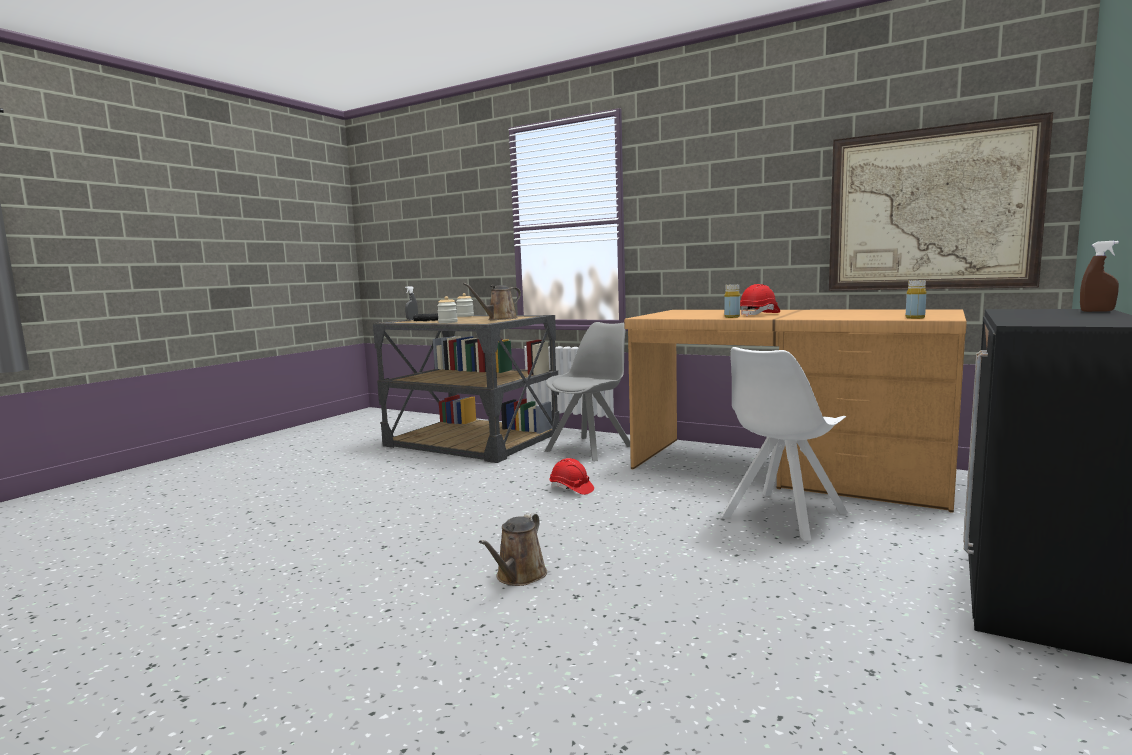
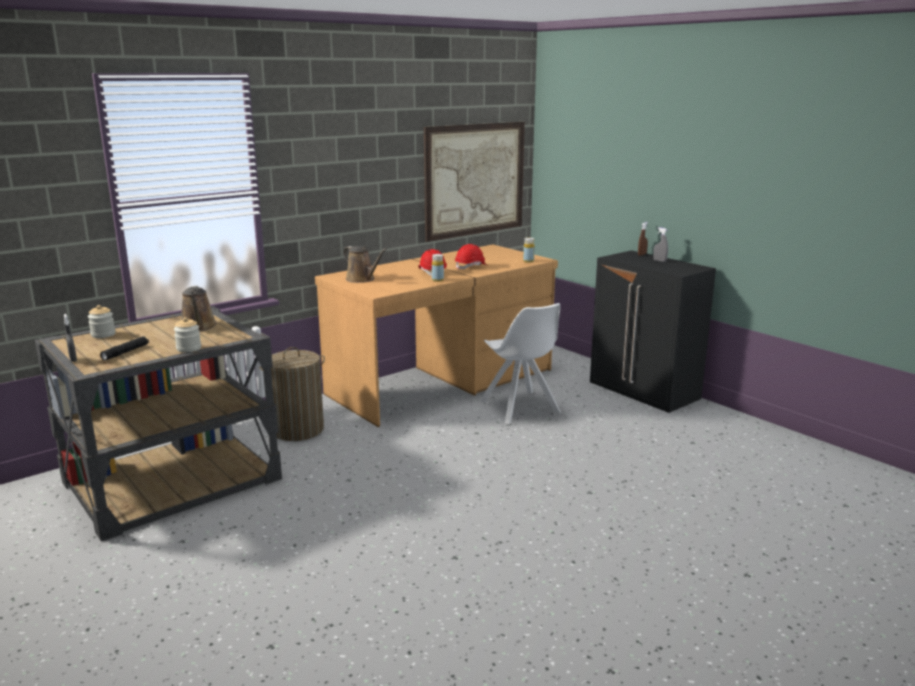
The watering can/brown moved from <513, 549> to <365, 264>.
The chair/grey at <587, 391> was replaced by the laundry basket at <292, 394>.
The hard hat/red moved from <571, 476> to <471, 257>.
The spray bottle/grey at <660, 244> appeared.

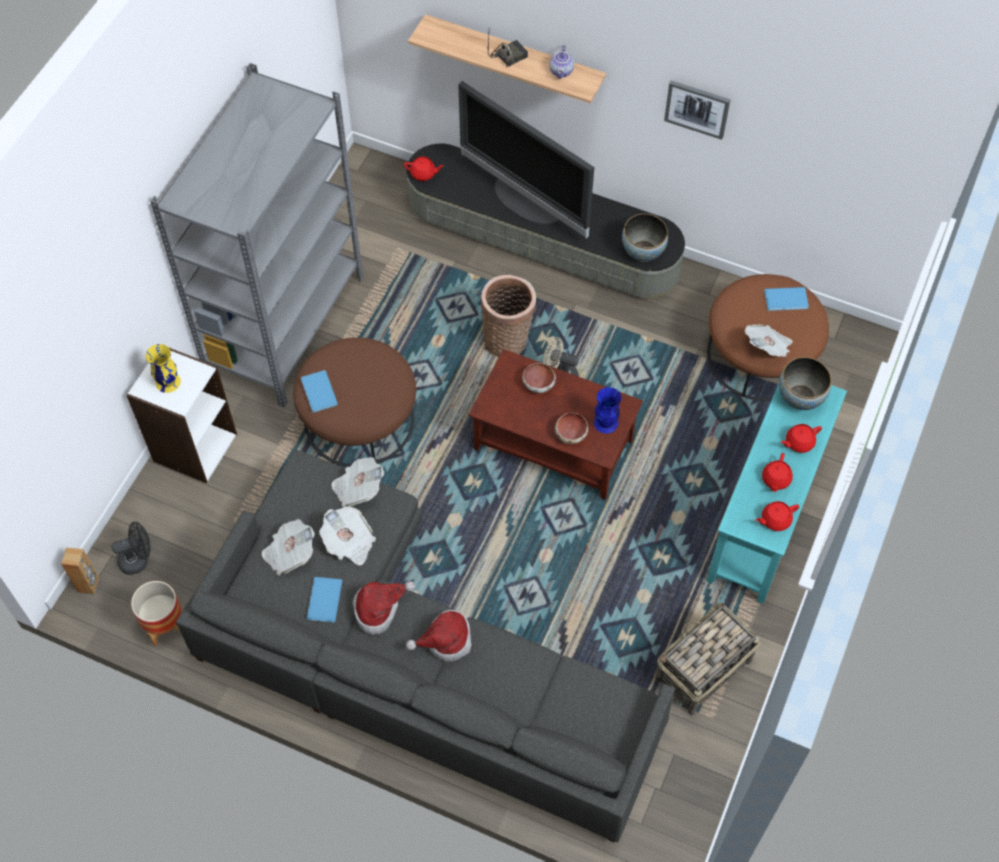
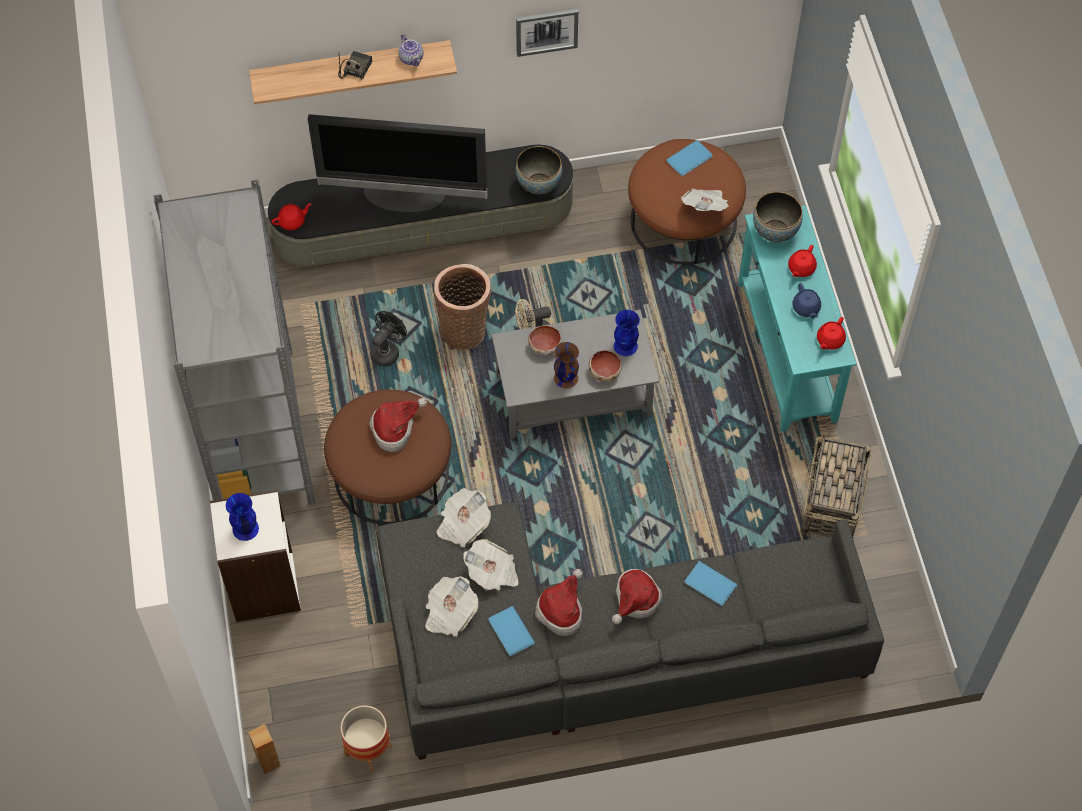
The fan/black moved from <131, 548> to <388, 338>.
The vase/yellow at <163, 368> became the vase/blue at <242, 517>.
The book/blue moved from <319, 391> to <711, 583>.
The coffee table/brown at <555, 424> became the coffee table/grey at <575, 375>.
The teapot/red at <777, 472> became the teapot/blue at <806, 300>.
The hat at <398, 425> appeared.
The vase/brown at <566, 365> appeared.

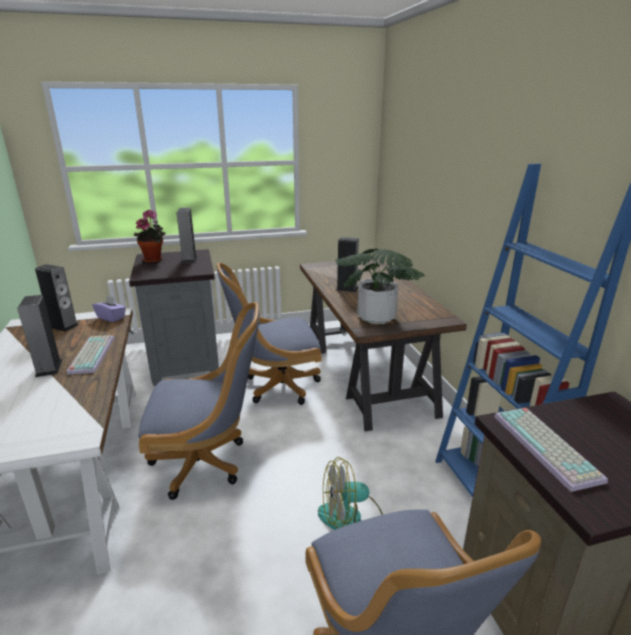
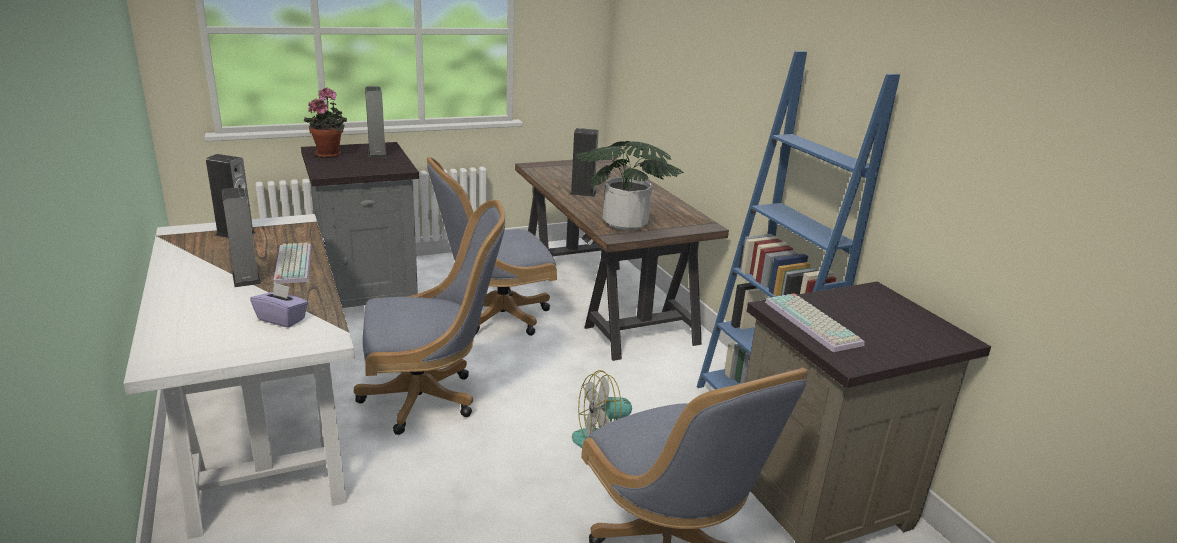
The tissue box/purple moved from <109, 309> to <279, 305>.

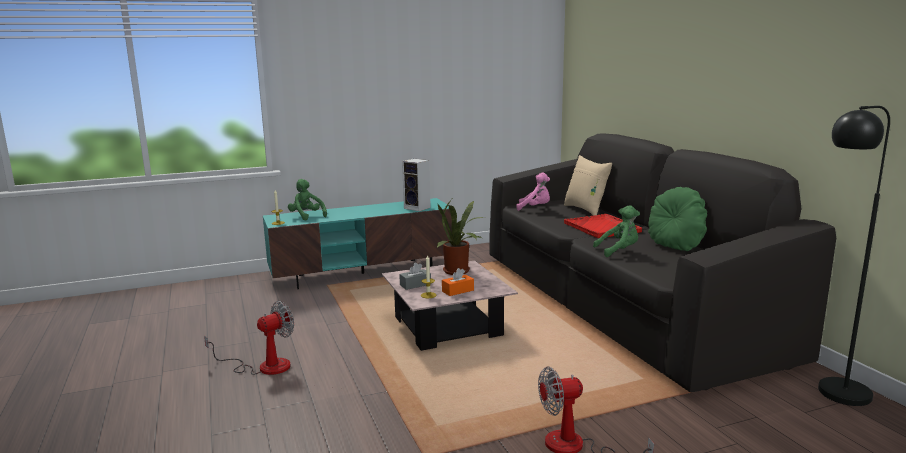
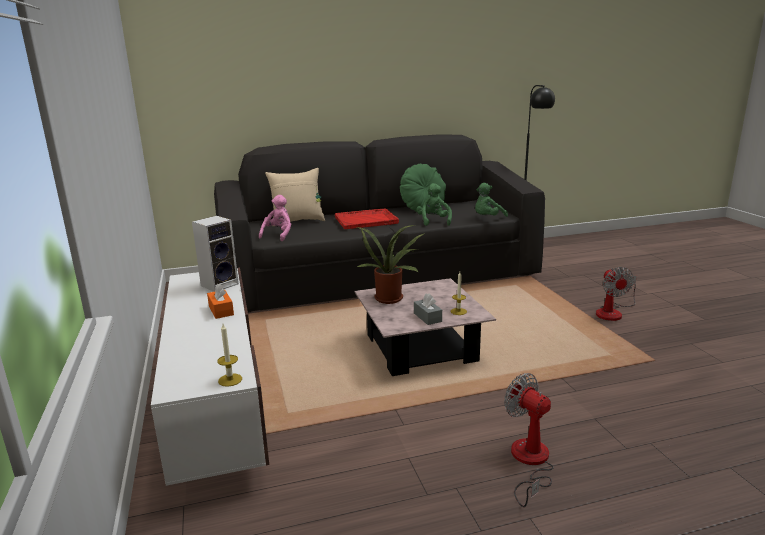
The tv stand/turquoise at <357, 243> became the tv stand/white at <210, 377>.
The plush toy/green moved from <307, 199> to <491, 200>.
The tissue box/orange moved from <458, 282> to <220, 301>.

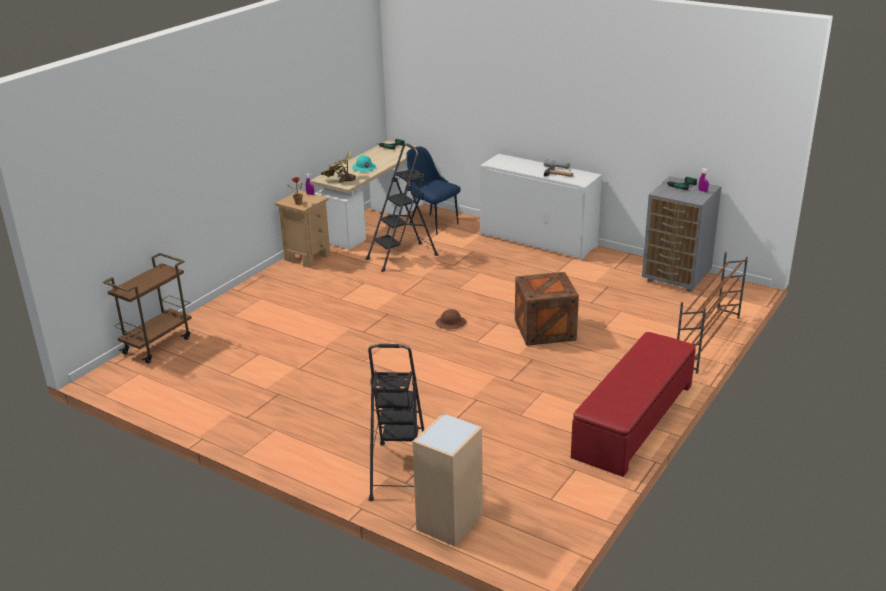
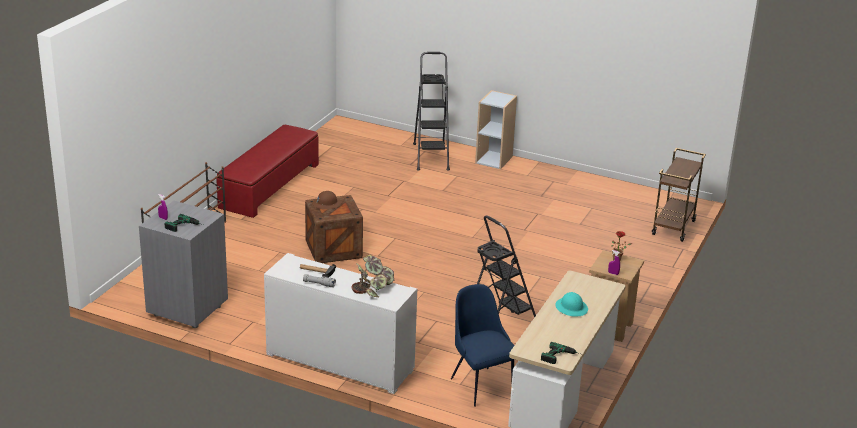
The potted plant moved from <338, 167> to <372, 276>.
The chair/blue at <433, 190> turned 150 degrees counterclockwise.
The bookcase moved from <447, 479> to <496, 129>.
The hard hat/brown moved from <451, 319> to <327, 200>.

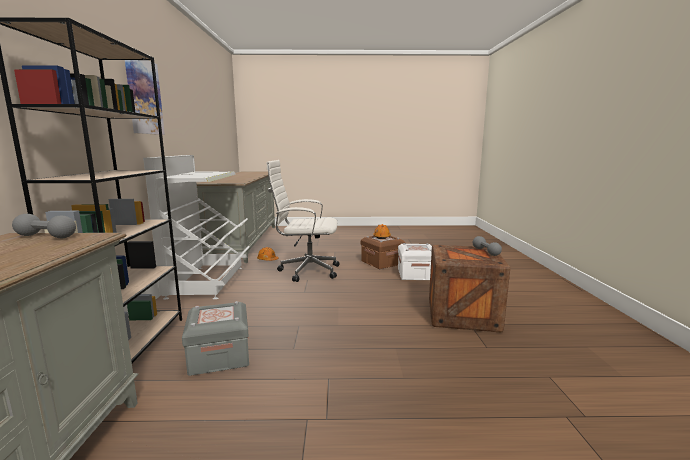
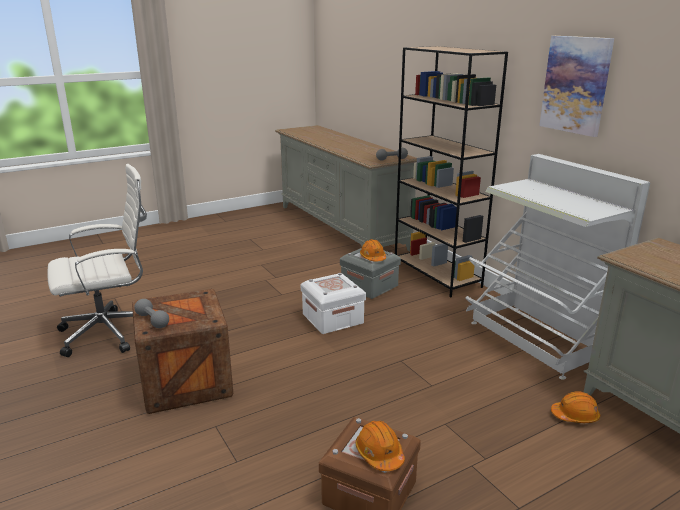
The office chair/white moved from <303, 221> to <97, 260>.
The storage box/white moved from <415, 261> to <333, 303>.
The hard hat/orange at <373, 250> appeared.

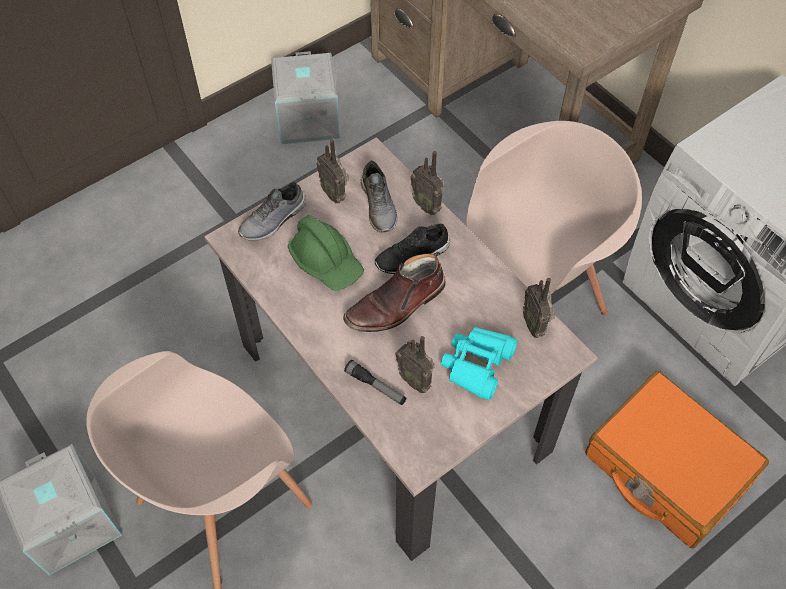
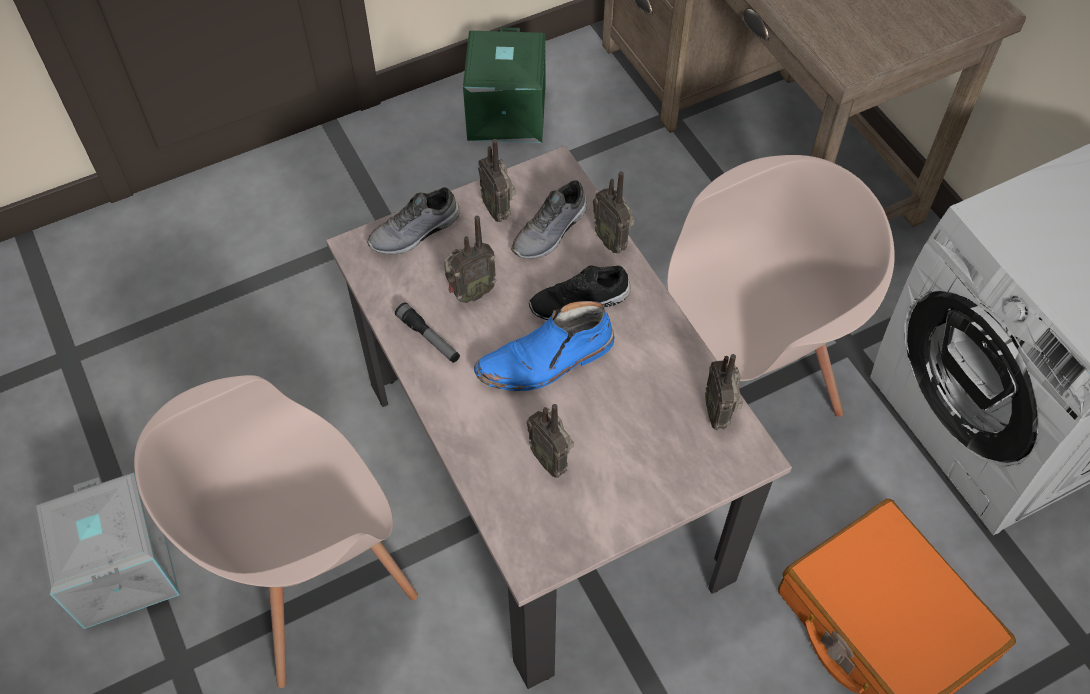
The storage box/grey at <305, 98> became the storage box/green at <504, 85>.
The hard hat/green at <325, 253> was replaced by the radio at <470, 259>.
The boot/brown at <394, 293> became the boot/blue at <544, 346>.
The flashlight moved from <375, 382> to <427, 332>.
The shoe/grey at <379, 196> turned 45 degrees clockwise.
The binoculars/turquoise at <479, 363> disappeared.

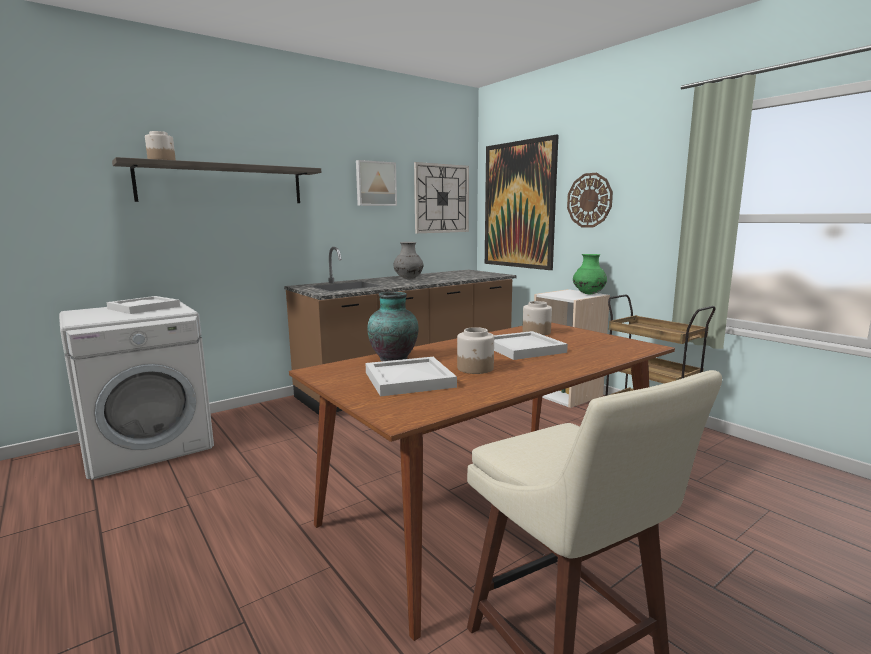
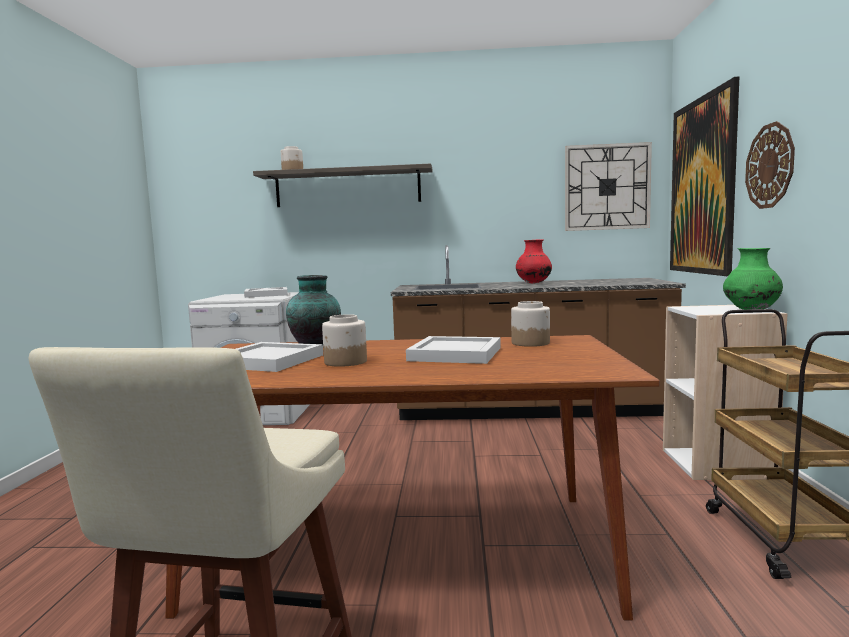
The picture at <376, 183> disappeared.
The vase/grey at <408, 260> became the vase/red at <534, 261>.

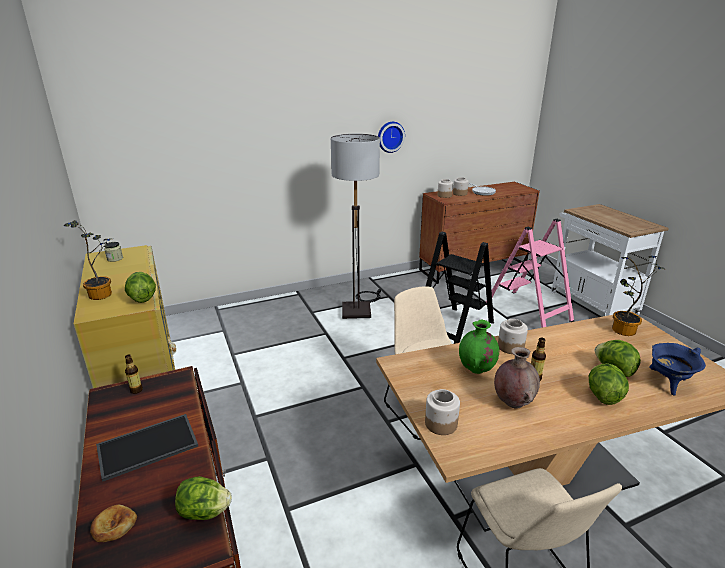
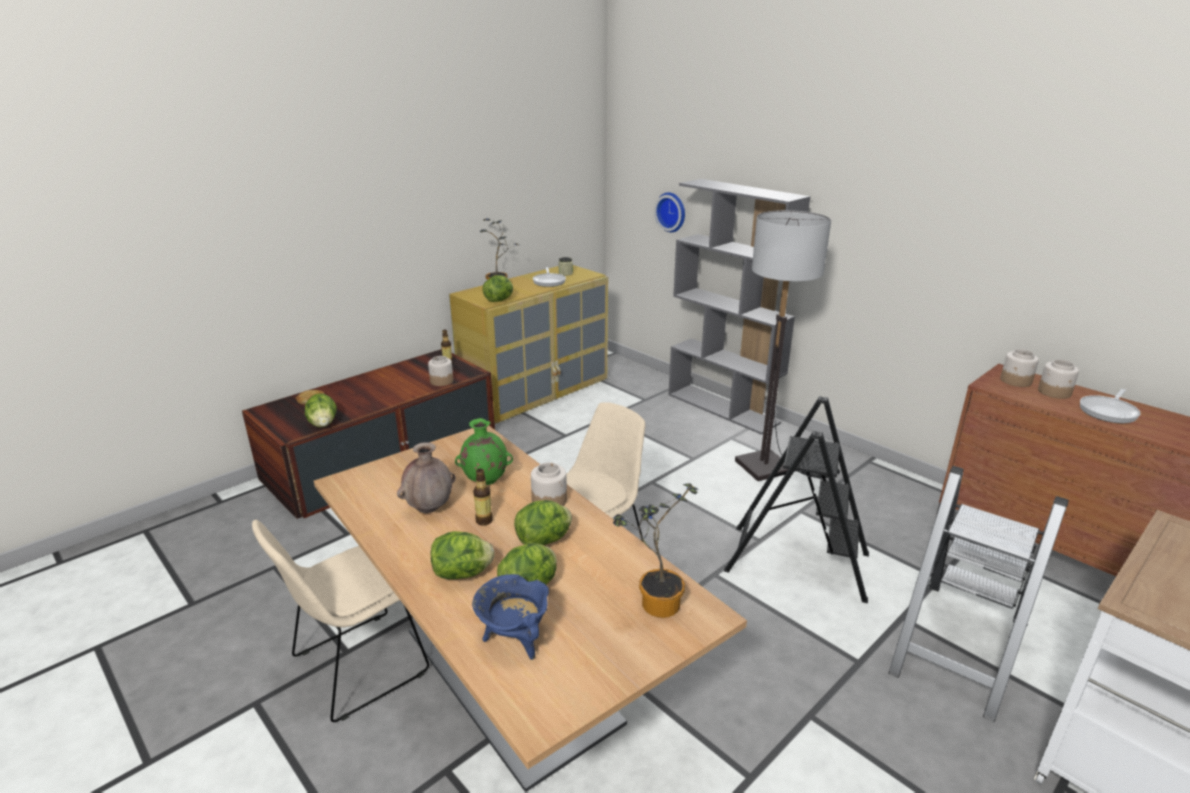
The tray at <147, 448> disappeared.
The wall clock moved from <391, 137> to <669, 212>.
The jar moved from <442, 412> to <440, 371>.
The step ladder/pink at <530, 273> became the step ladder/grey at <978, 594>.
The lettuce at <543, 522> appeared.
The frying pan at <549, 277> appeared.
The bookcase/grey at <739, 307> appeared.

